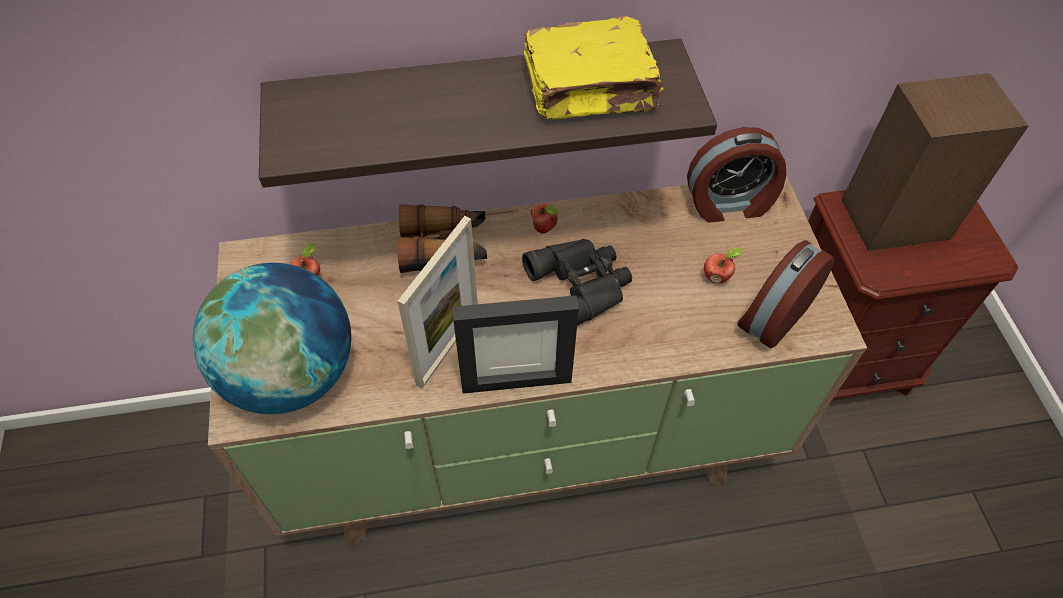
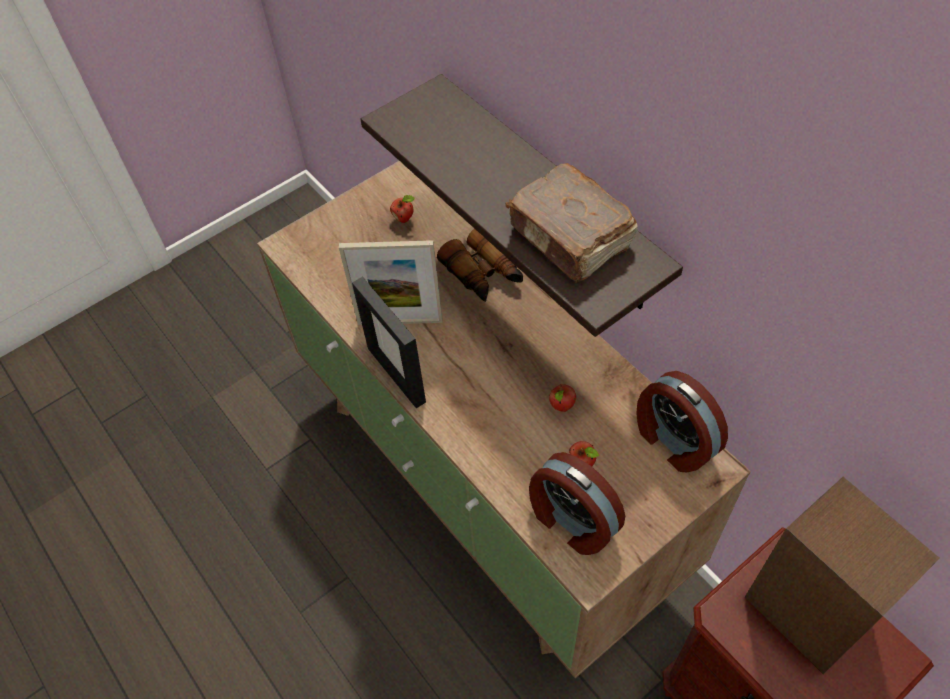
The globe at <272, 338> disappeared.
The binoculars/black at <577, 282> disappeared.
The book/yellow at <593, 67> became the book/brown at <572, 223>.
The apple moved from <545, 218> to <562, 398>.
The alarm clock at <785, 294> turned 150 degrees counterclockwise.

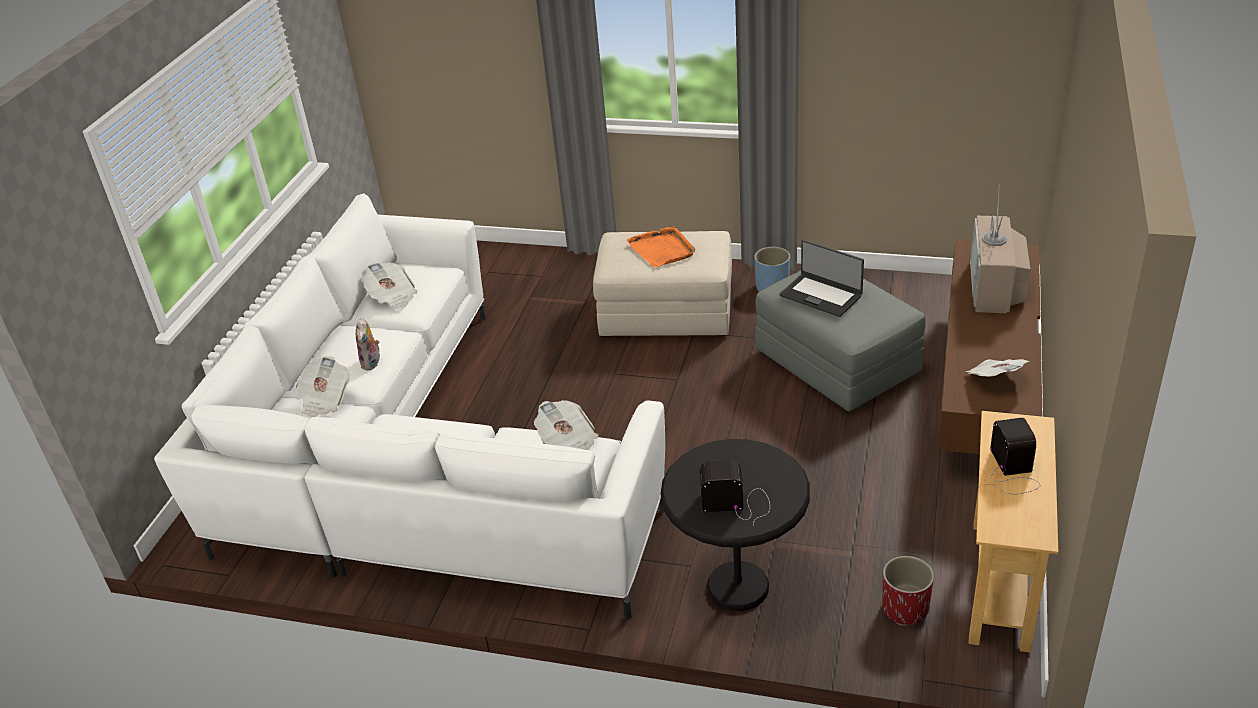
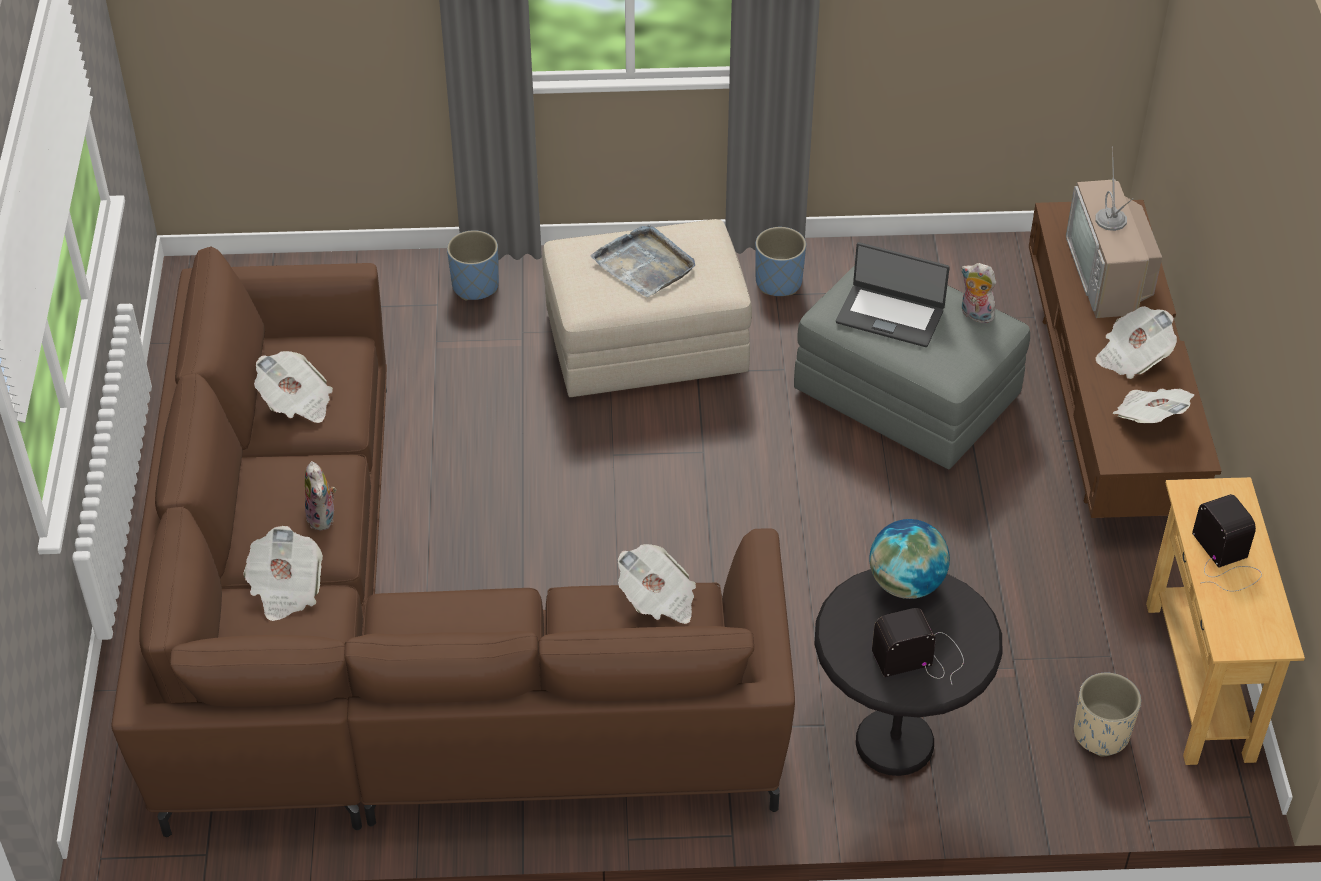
The sofa/white at <409, 406> became the sofa/brown at <453, 541>.
The tray/orange at <661, 246> became the tray/grey at <643, 261>.
The planter/red at <908, 591> became the planter/beige at <1107, 714>.
The planter/blue at <473, 265> appeared.
The globe at <909, 559> appeared.
The plush toy at <978, 293> appeared.
The newspaper at <1136, 342> appeared.

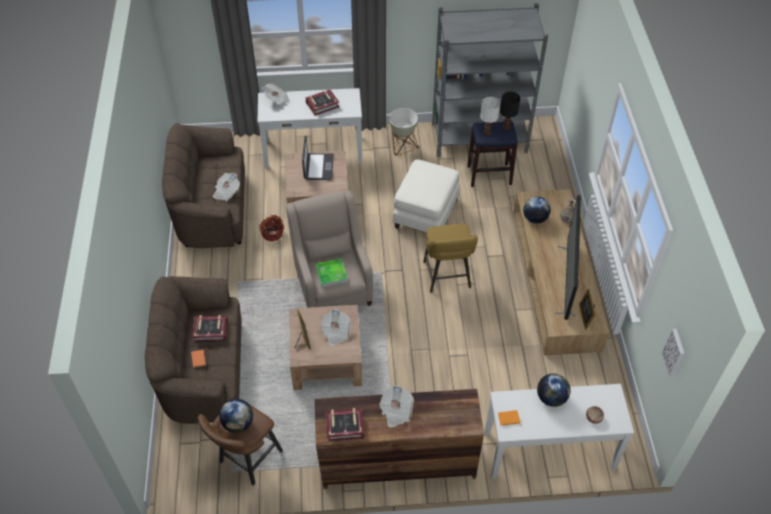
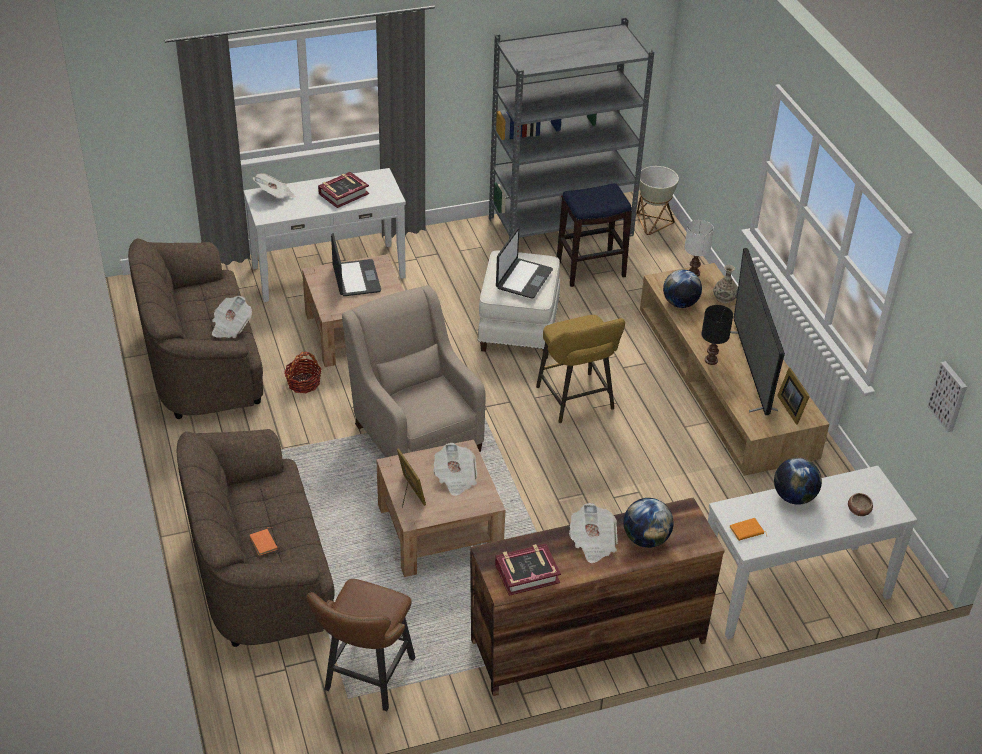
The book at <210, 328> disappeared.
The globe moved from <236, 416> to <649, 523>.
The tray at <331, 272> disappeared.
The planter moved from <404, 132> to <658, 200>.
The table lamp/white moved from <490, 116> to <699, 248>.
The table lamp/black moved from <510, 111> to <717, 335>.
The laptop at <524, 263> appeared.

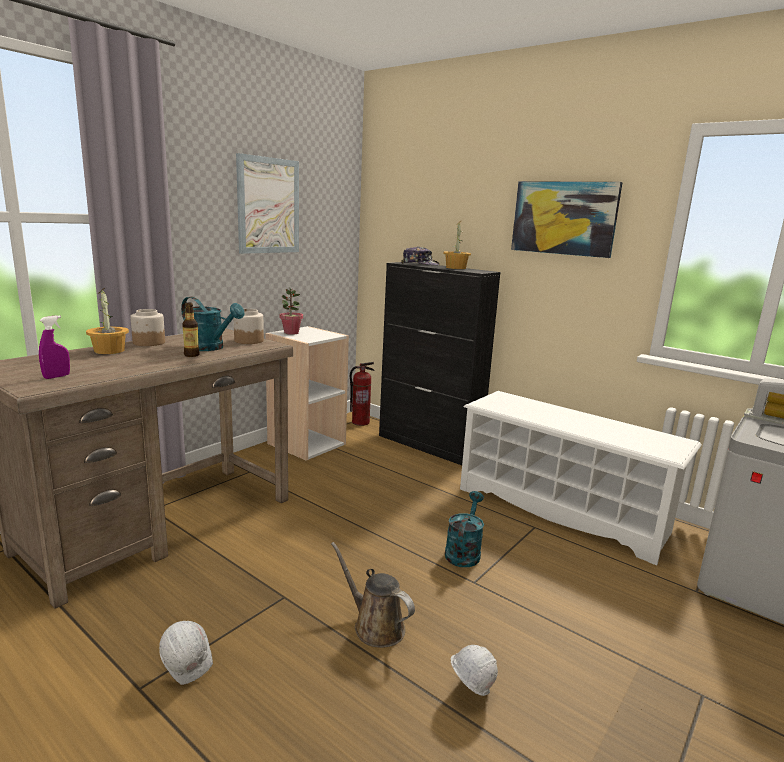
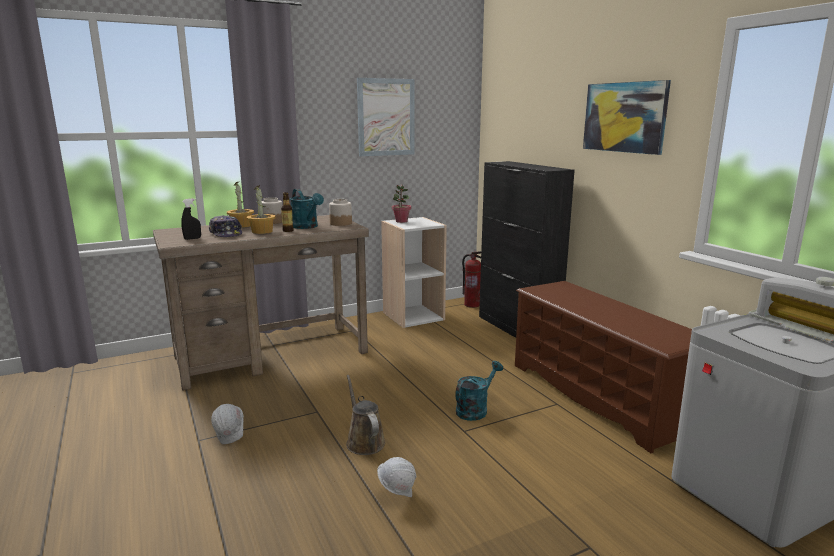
The spray bottle/purple at <54, 347> became the spray bottle/black at <191, 219>.
The cap moved from <420, 255> to <225, 226>.
The potted plant moved from <457, 245> to <261, 209>.
The shoe rack/white at <581, 478> became the shoe rack/brown at <603, 367>.

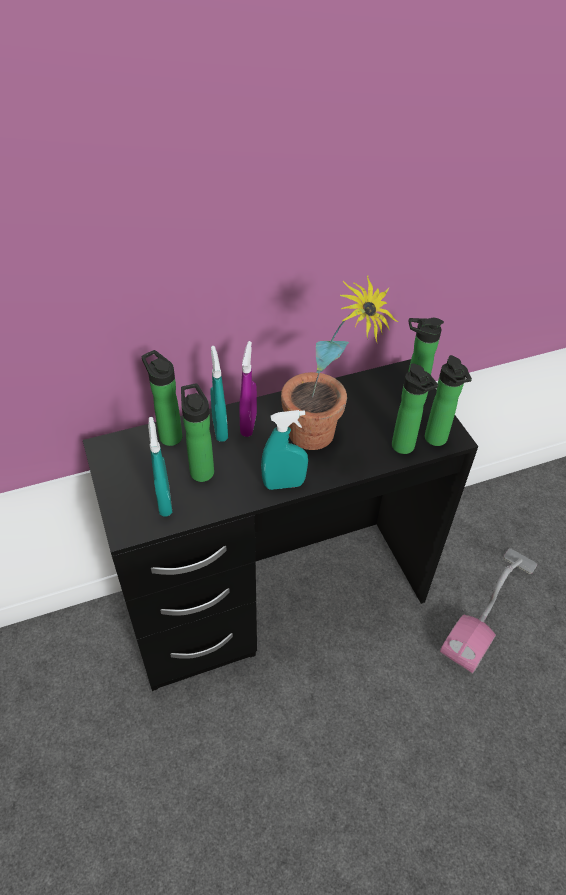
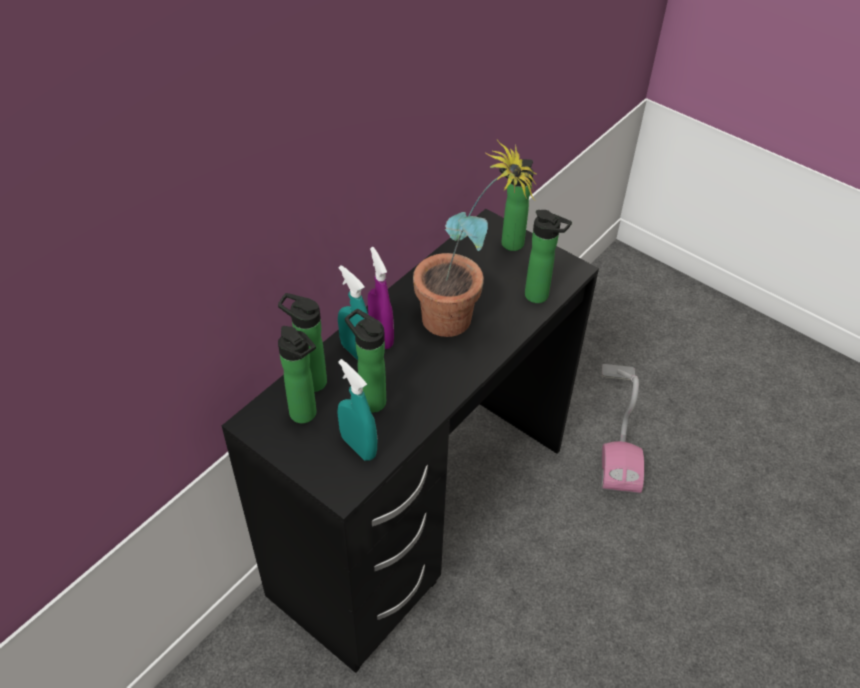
The spray bottle/turquoise at <284, 450> disappeared.
The bottle moved from <448, 400> to <297, 374>.

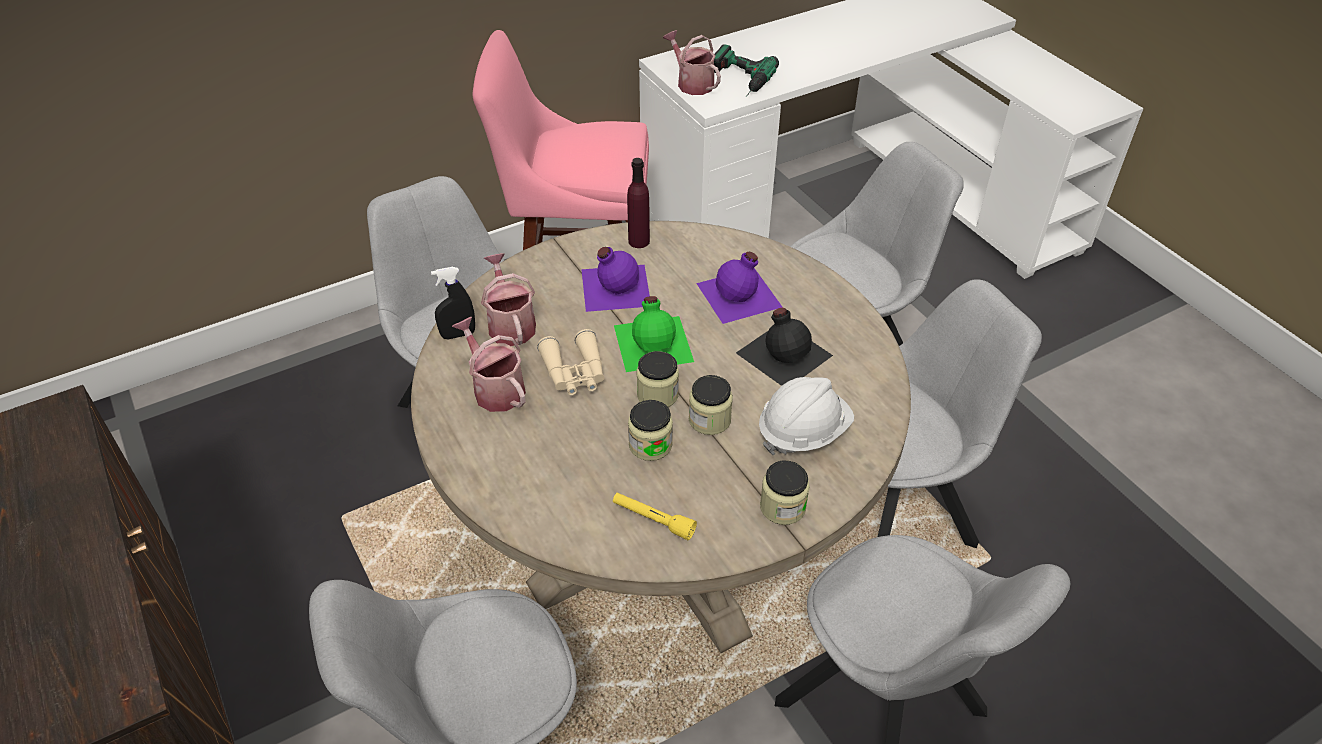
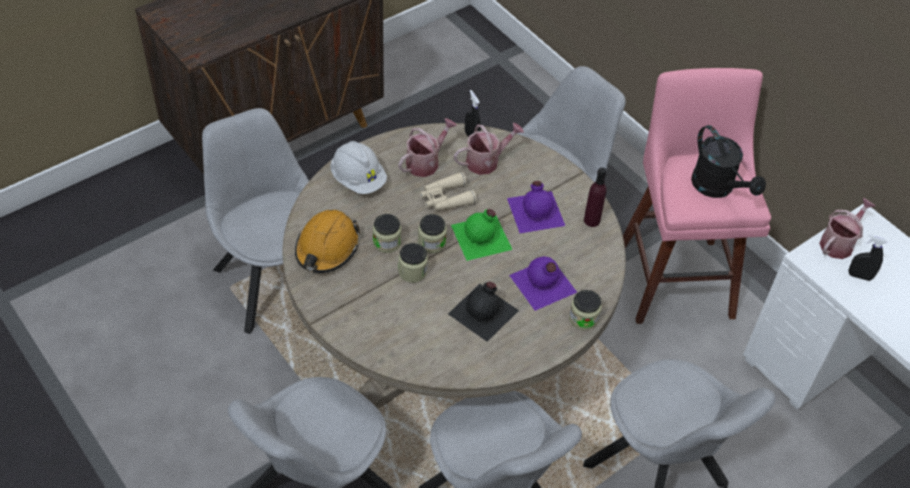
The flashlight/yellow at <655, 516> was replaced by the hard hat/orange at <327, 241>.
The power drill at <746, 70> was replaced by the spray bottle/black at <868, 257>.
The hard hat/white moved from <806, 416> to <358, 167>.
The jar moved from <785, 492> to <585, 310>.
The watering can/black at <728, 161> appeared.

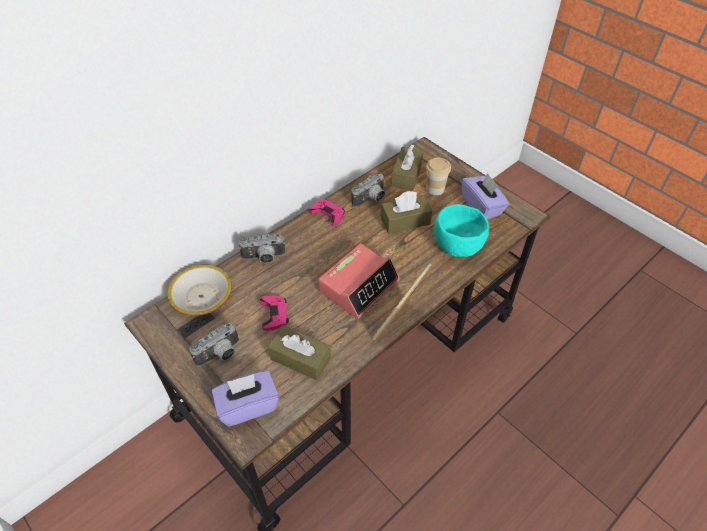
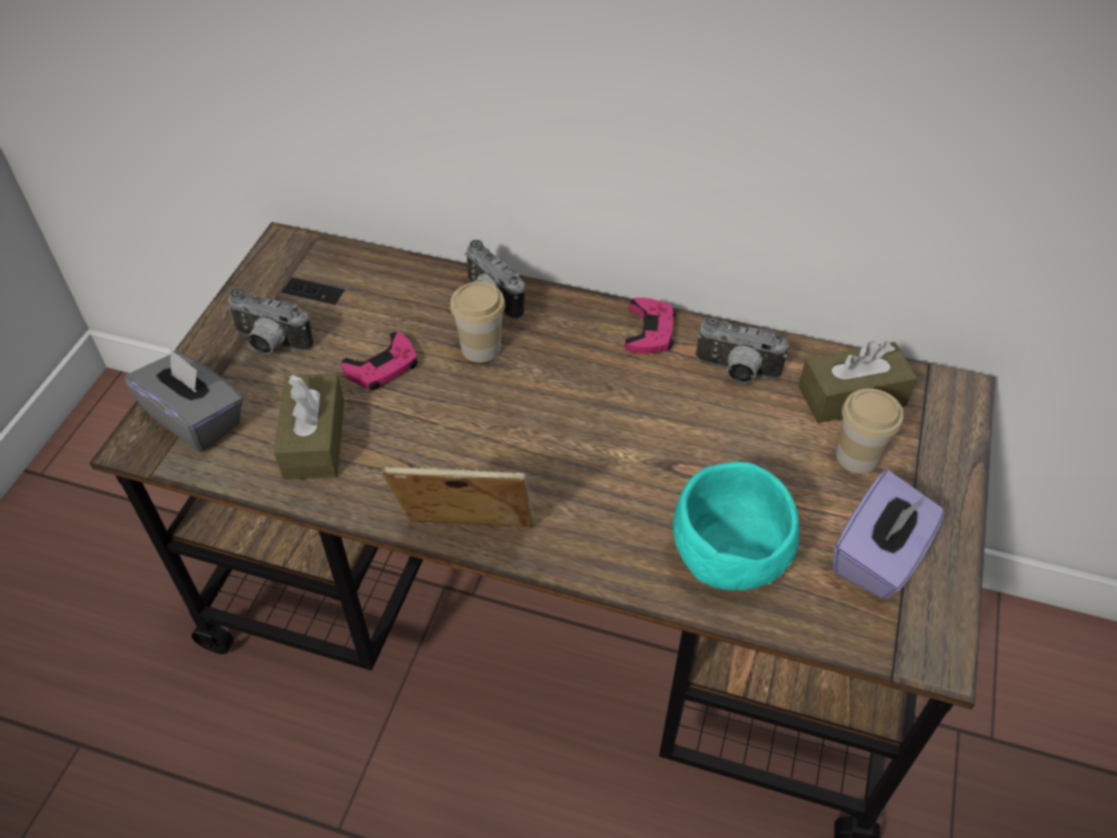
The bowl at <199, 290> disappeared.
The tissue box/purple at <245, 398> became the tissue box/grey at <183, 400>.
The alarm clock at <359, 281> disappeared.
The tissue box/brown at <406, 212> disappeared.
The cup at <477, 322> appeared.

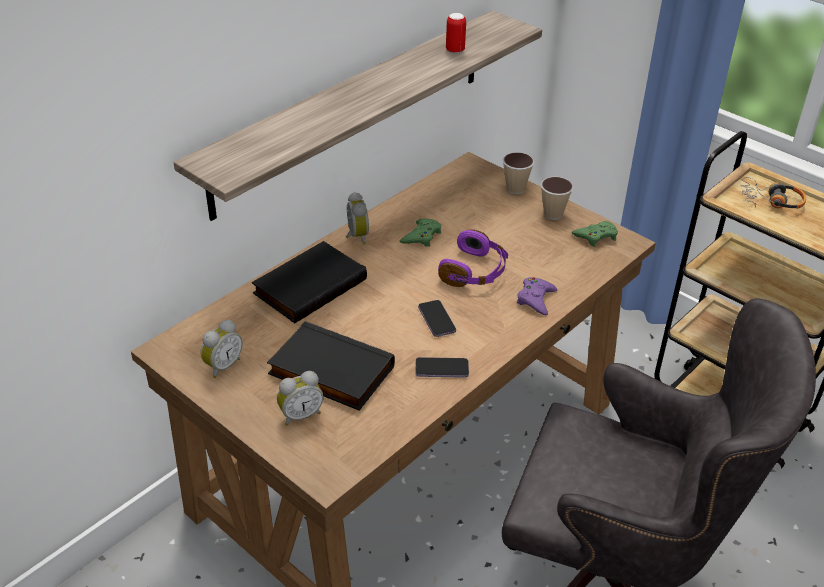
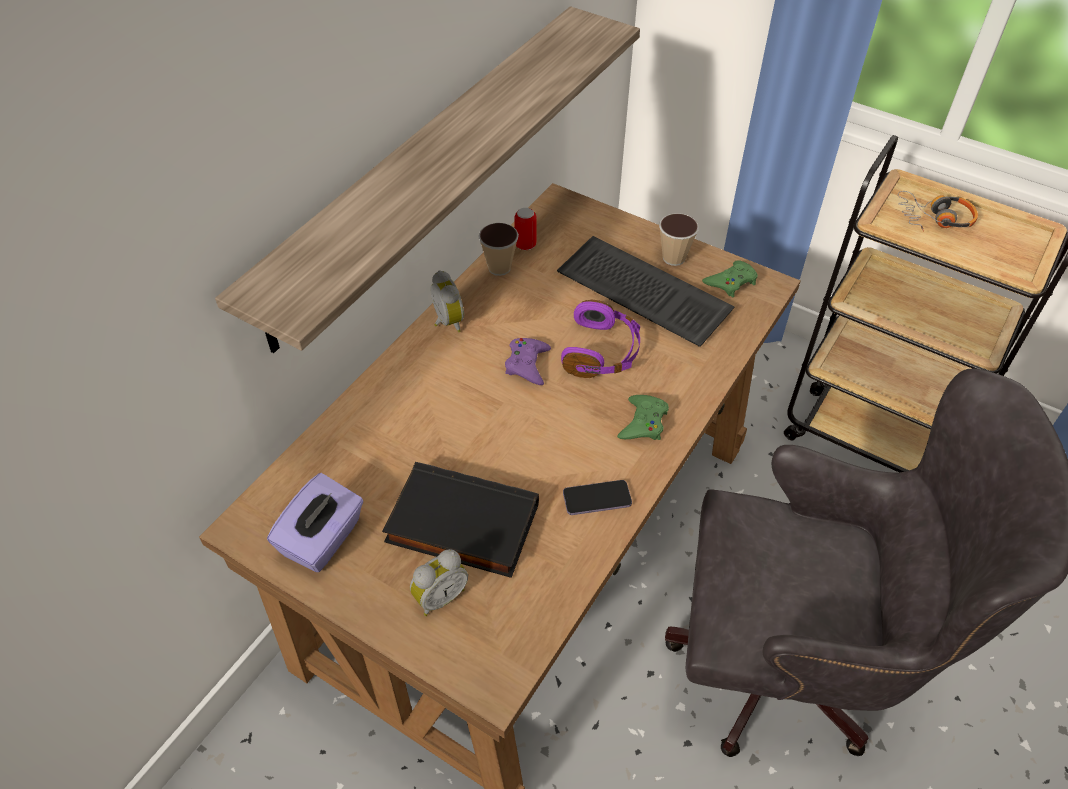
The alarm clock at <221, 349> was replaced by the tissue box/purple at <315, 522>.
The book/black at <309, 282> disappeared.
The game controller/green moved from <420, 232> to <643, 417>.
The phone at <437, 318> disappeared.
The can moved from <456, 33> to <525, 229>.
The cup moved from <518, 173> to <498, 249>.
The game controller/purple moved from <537, 296> to <528, 361>.
The keyboard at <646, 291> appeared.

